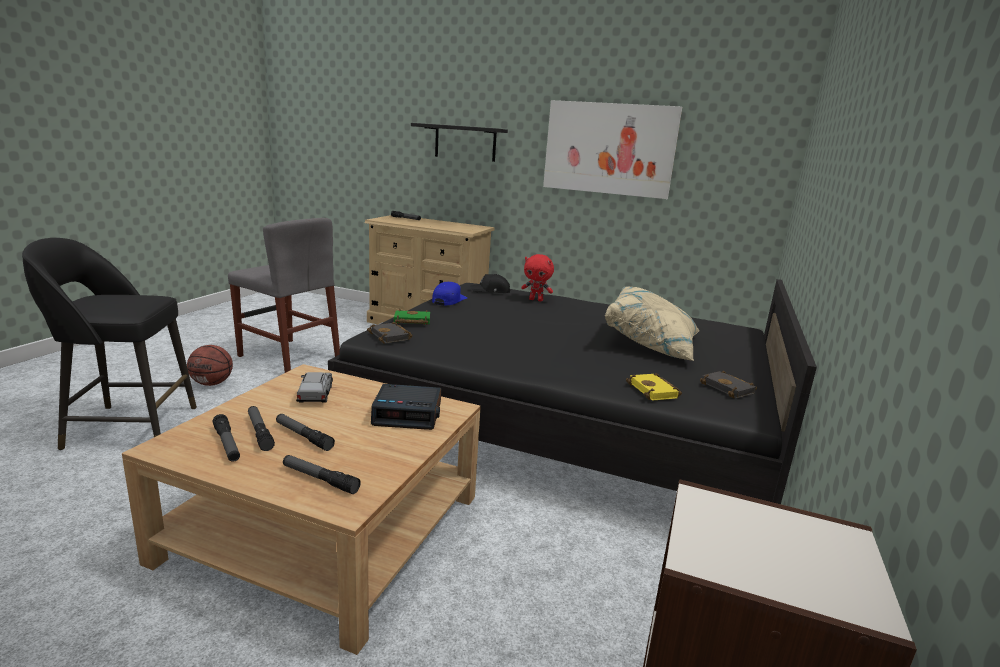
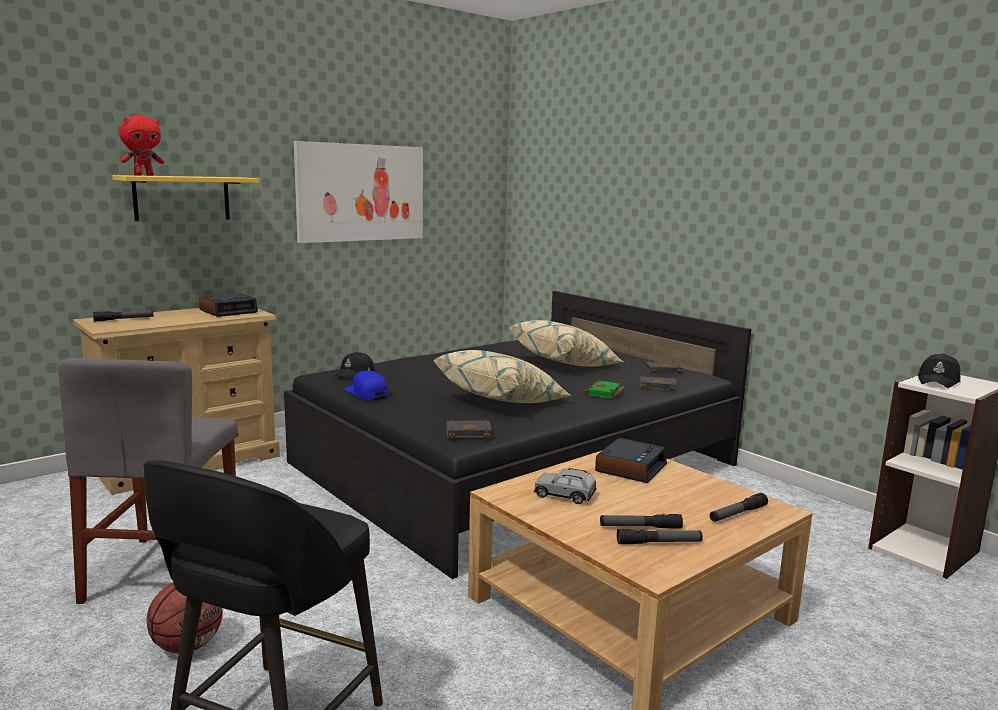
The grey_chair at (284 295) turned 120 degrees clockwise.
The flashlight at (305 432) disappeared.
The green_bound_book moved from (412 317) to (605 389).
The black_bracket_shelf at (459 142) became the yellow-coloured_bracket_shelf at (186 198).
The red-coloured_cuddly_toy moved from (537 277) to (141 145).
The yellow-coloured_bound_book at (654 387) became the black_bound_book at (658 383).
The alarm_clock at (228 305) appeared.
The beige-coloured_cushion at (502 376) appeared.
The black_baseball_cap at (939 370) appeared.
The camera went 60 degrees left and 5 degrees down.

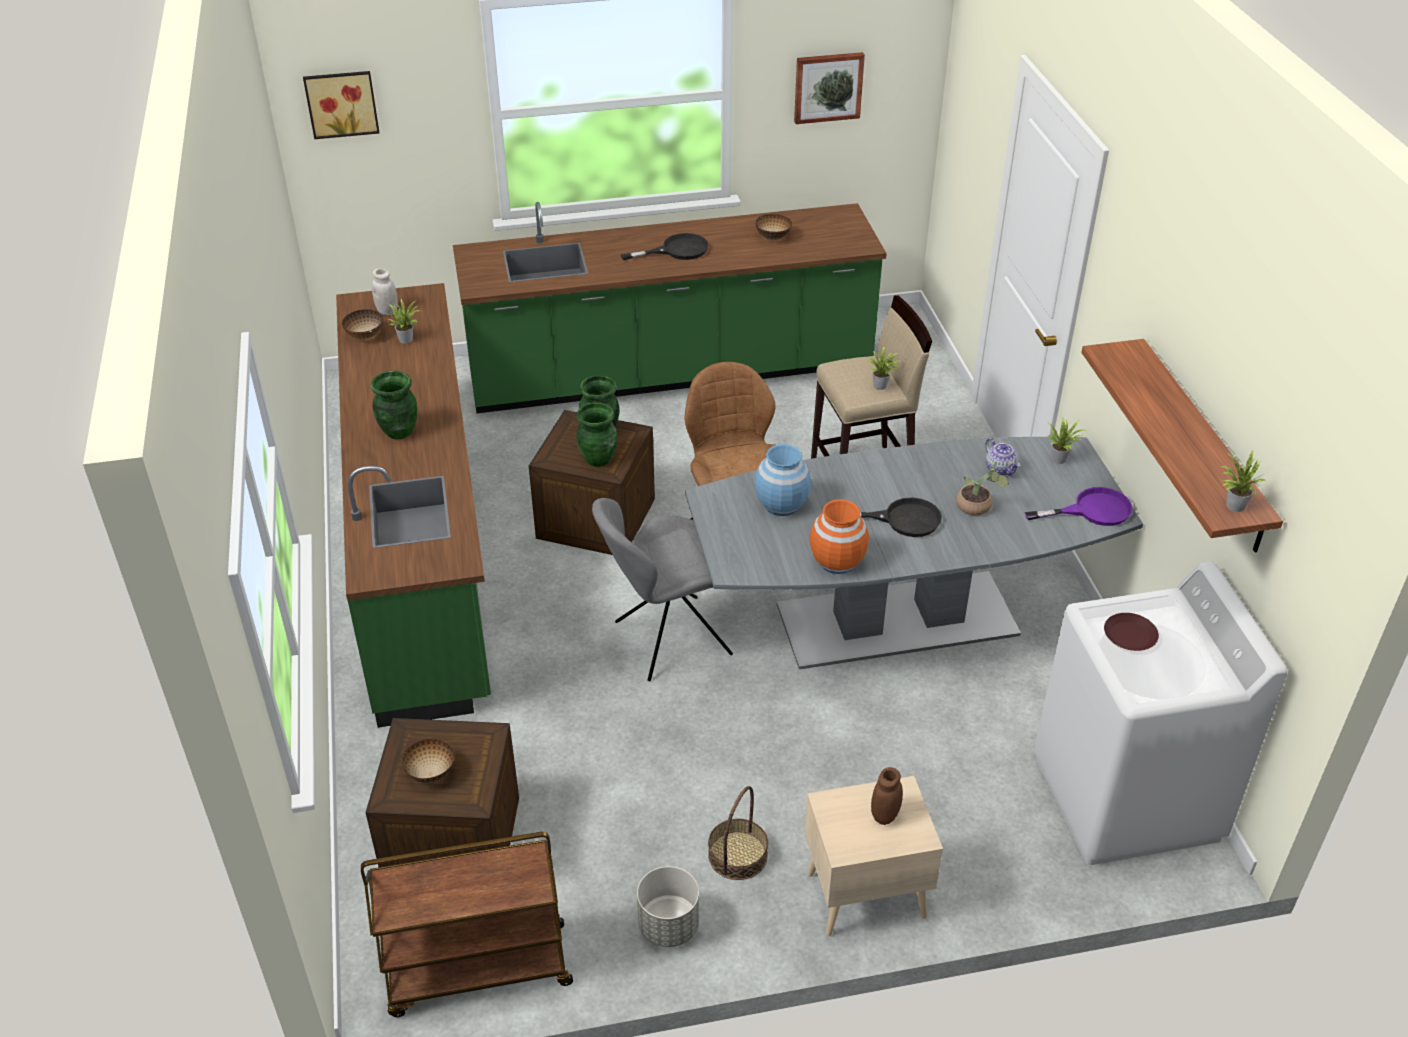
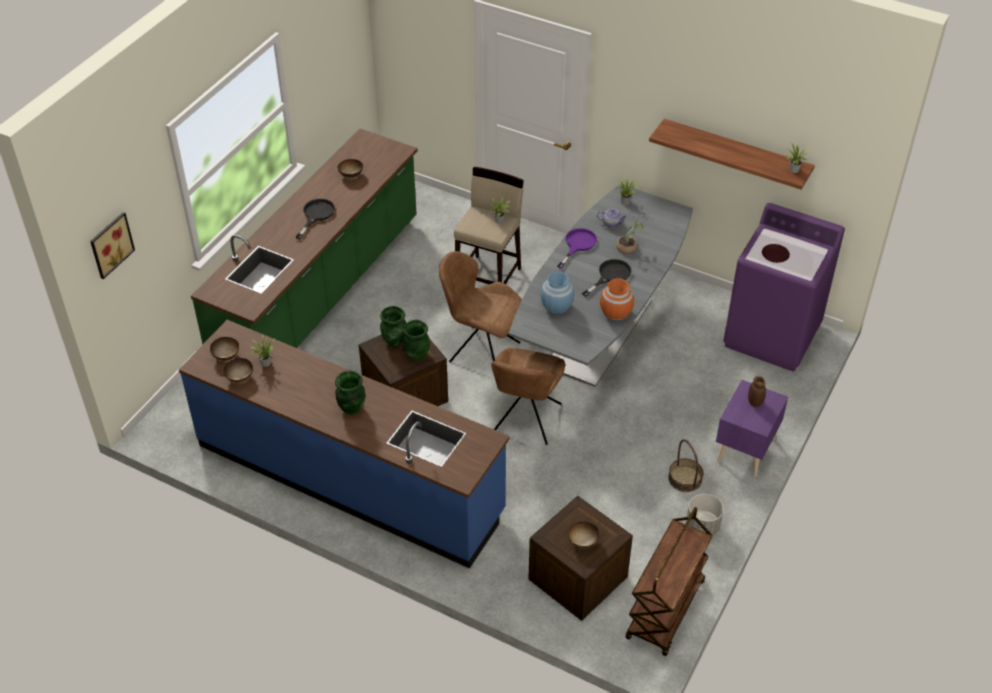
The green_kitchen_counter at (413 505) became the blue_kitchen_counter at (344 444).
The whitish_preserve_jar at (385 291) was replaced by the bowl at (224 349).
The grey_chair at (662 589) became the brown-coloured_chair at (528 396).
The wall_art at (829 88) disappeared.
The beige-coloured_bedside_table at (874 856) became the purple_bedside_table at (752 428).
The purple_frying_pan moved from (1079 506) to (577 248).
The whitish_laundry_machine at (1161 713) became the purple_laundry_machine at (784 287).
The camera went 50 degrees left and 5 degrees up.

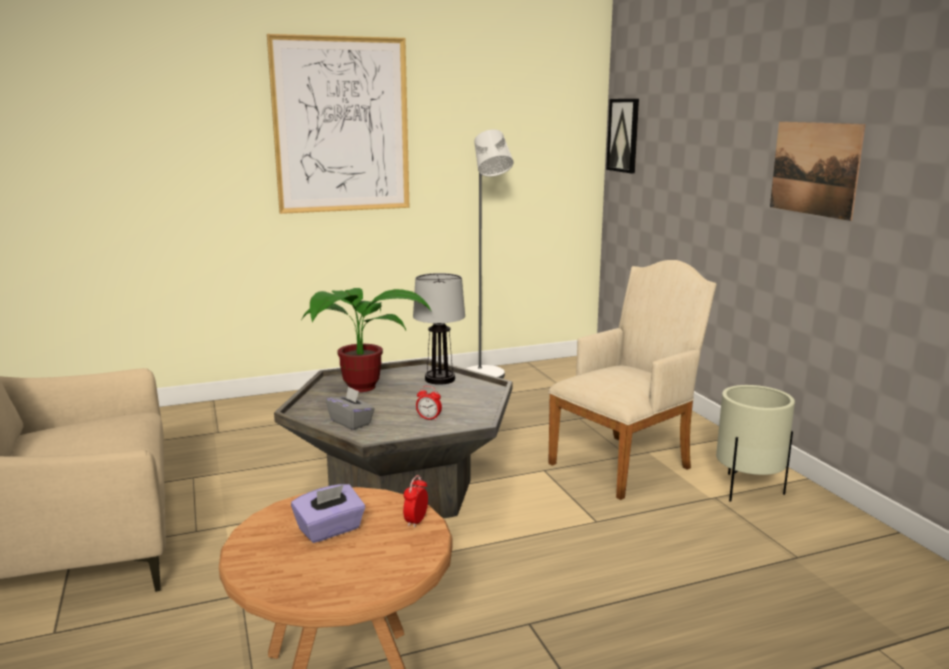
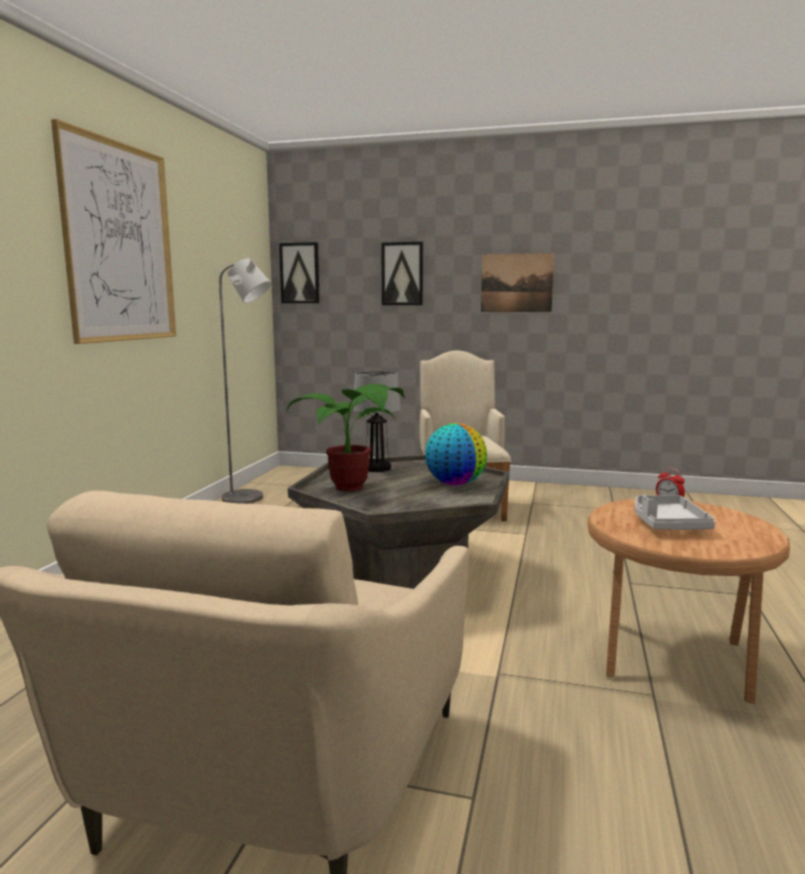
The purple_box_of_tissues at (328 513) was replaced by the grey_carrying_tray at (675 512).
The grey_box_of_tissues at (350 408) disappeared.
The alarm_clock at (429 403) was replaced by the globe at (456 454).
The beige-coloured_flower_pot at (755 443) disappeared.
The wall_art at (402 273) appeared.
The camera went 55 degrees left and 5 degrees down.

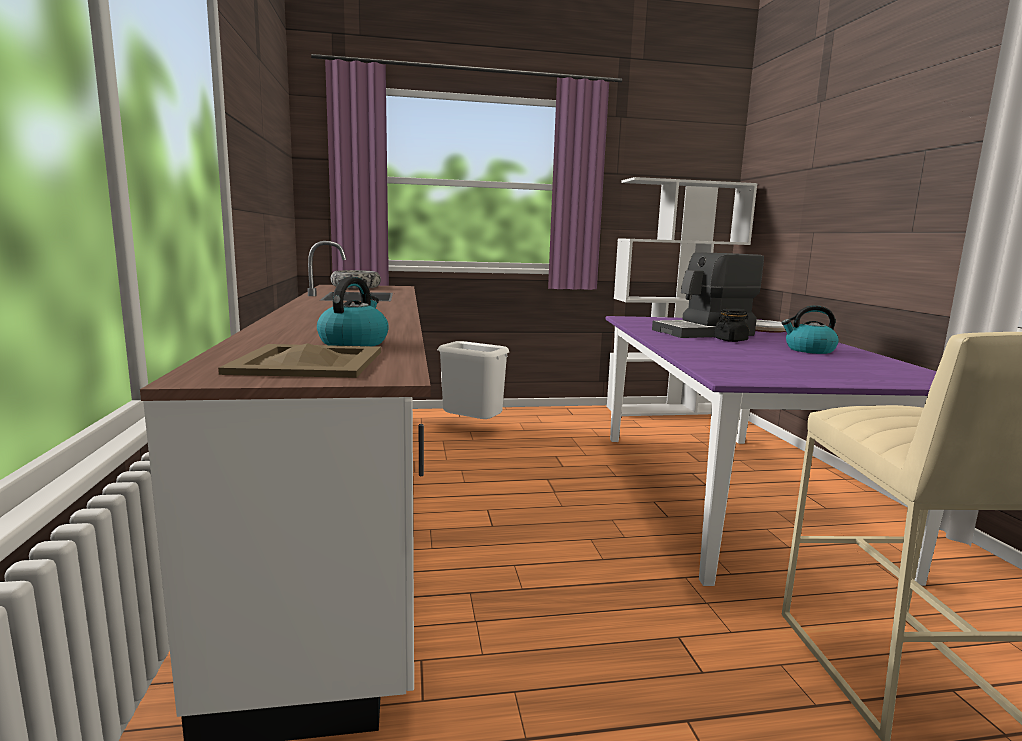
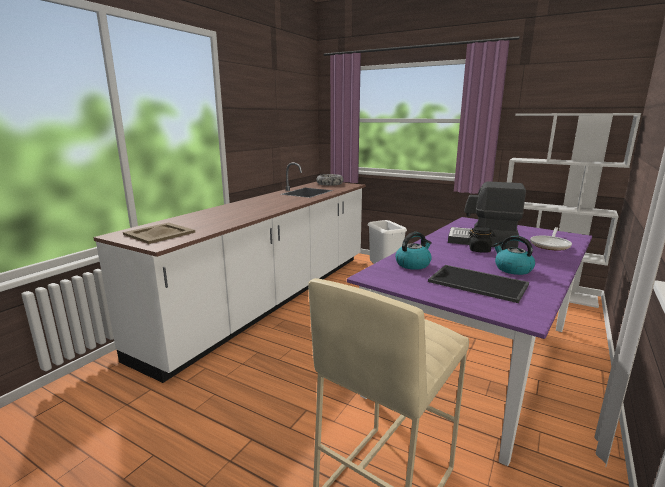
The tea_kettle moved from (353 311) to (413 251).
The carrying_tray at (478 284) appeared.
The camera went 40 degrees right and 5 degrees up.

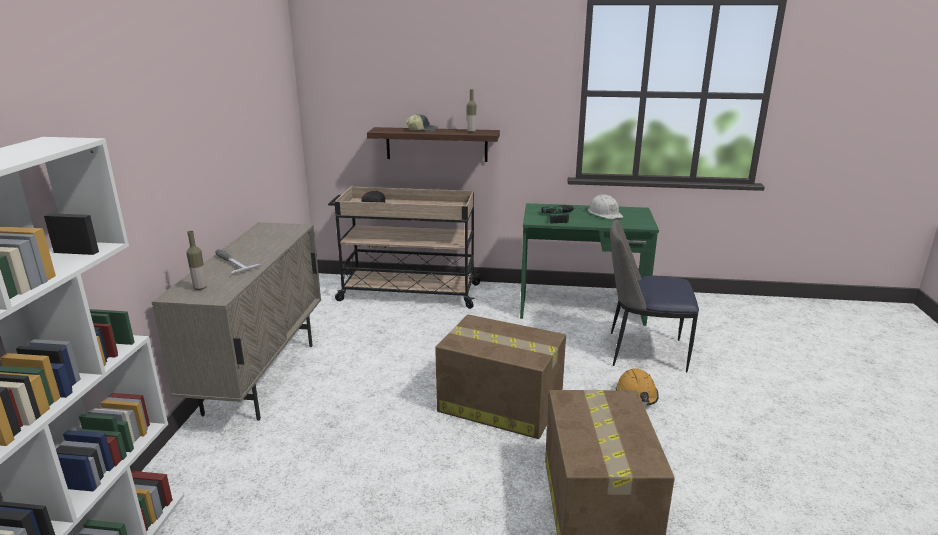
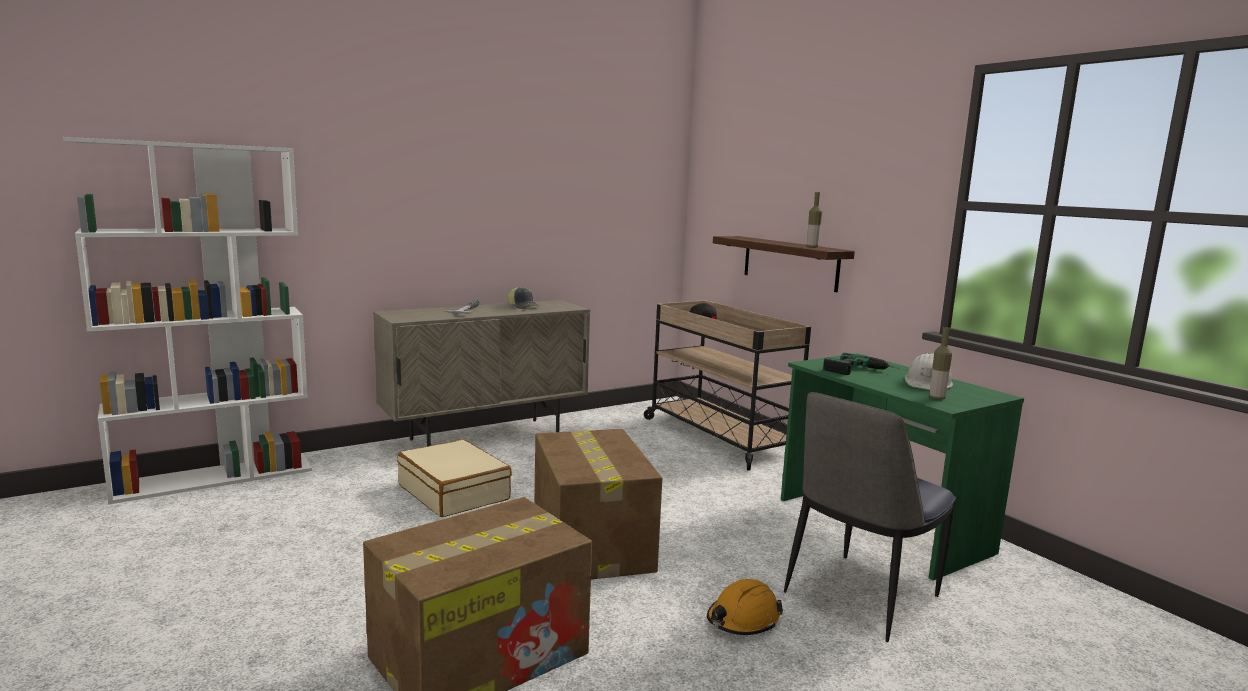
The drink_bottle moved from (196 260) to (940 363).
The baseball_cap moved from (422 123) to (523 297).
The chair at (654 295) turned 105 degrees counterclockwise.
The beige-coloured_suitcase at (454 478) appeared.
The camera went 50 degrees right and 10 degrees down.

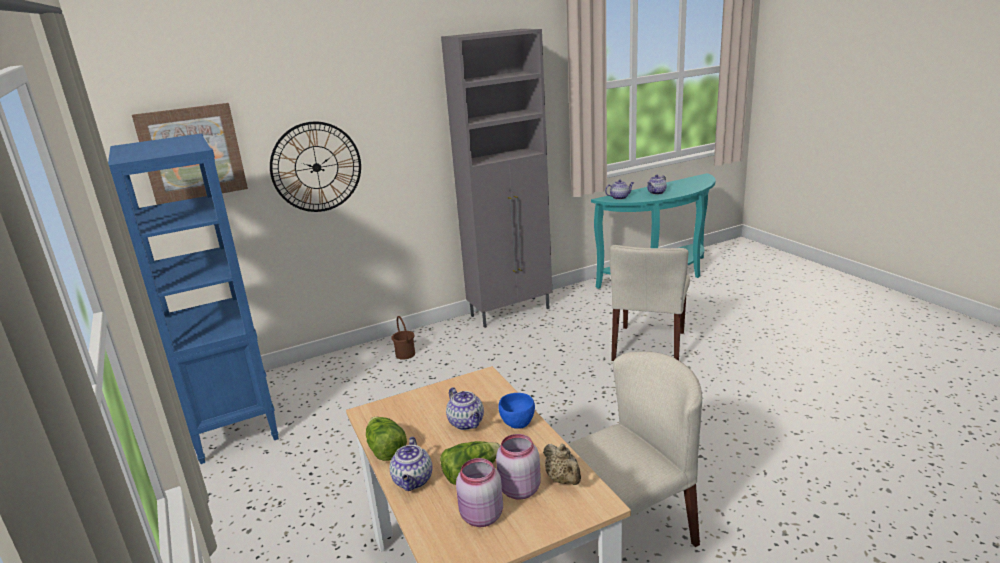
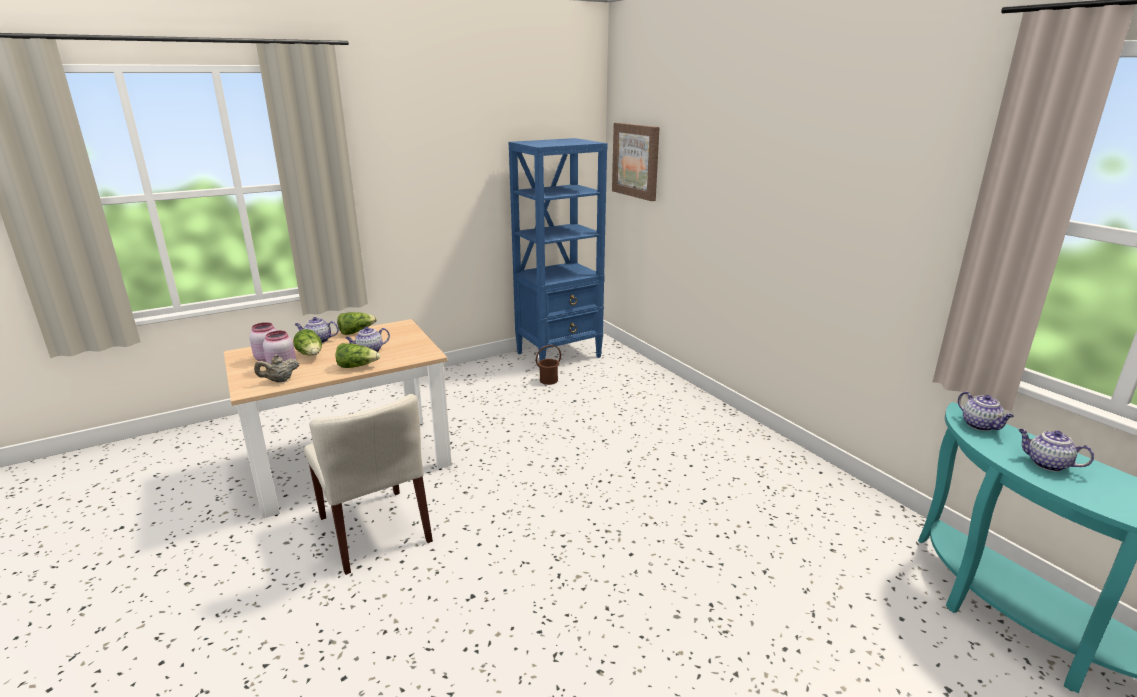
The wall_clock at (315 167) disappeared.
The brown-coloured_water_bucket moved from (403 338) to (548 365).
The grey_storage_cabinet at (496 178) disappeared.
The blue_bowl at (516 411) was replaced by the lettuce at (358 355).
The beige-coloured_chair at (650 303) disappeared.
The camera went 85 degrees right and 0 degrees up.

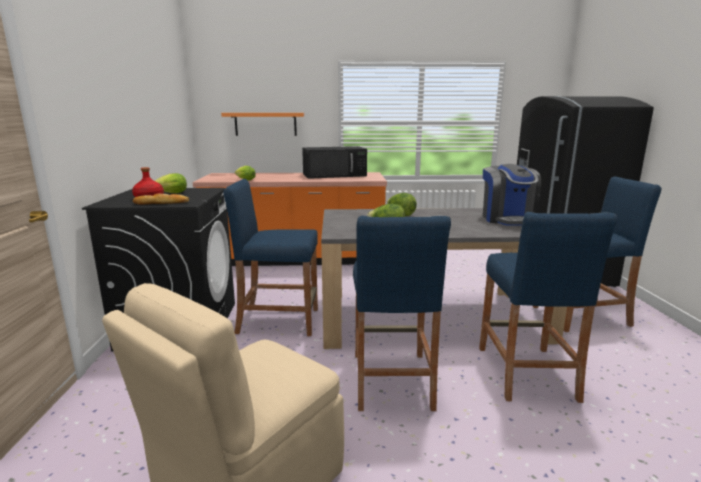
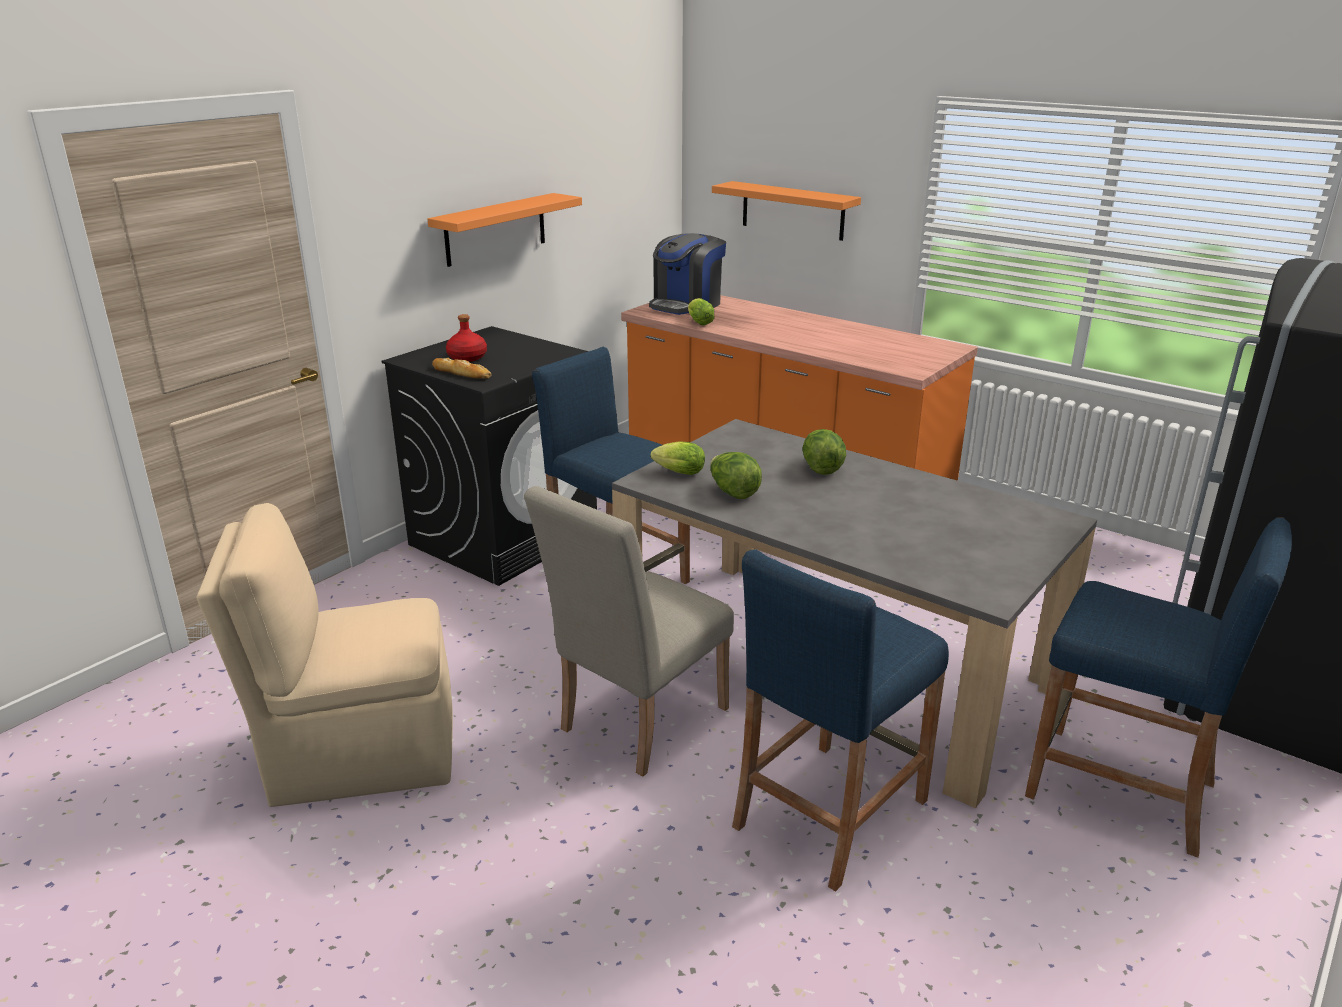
The lettuce moved from (171 183) to (678 458).
The black_microwave at (334 162) disappeared.
The blue_sitting_stool at (402 313) was replaced by the beige-coloured_chair at (629 631).
The coffee_machine moved from (512 195) to (687 274).
The orangey_bracket_shelf at (505 230) appeared.
The camera went 40 degrees right and 10 degrees up.

